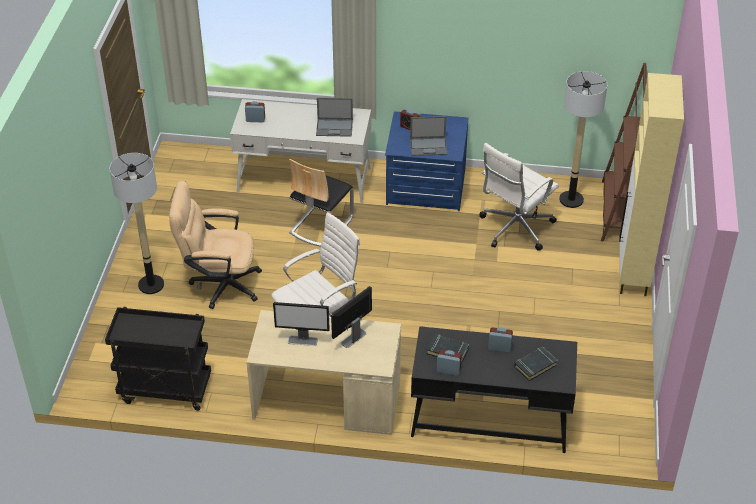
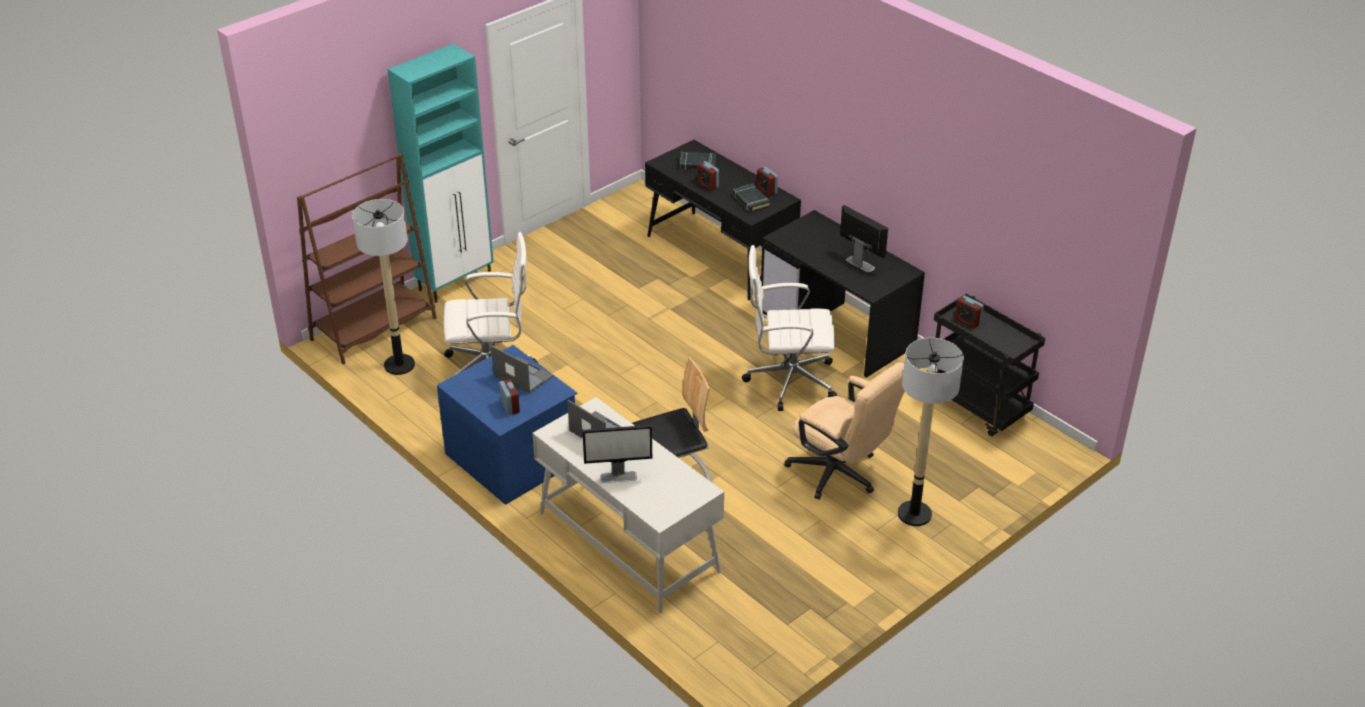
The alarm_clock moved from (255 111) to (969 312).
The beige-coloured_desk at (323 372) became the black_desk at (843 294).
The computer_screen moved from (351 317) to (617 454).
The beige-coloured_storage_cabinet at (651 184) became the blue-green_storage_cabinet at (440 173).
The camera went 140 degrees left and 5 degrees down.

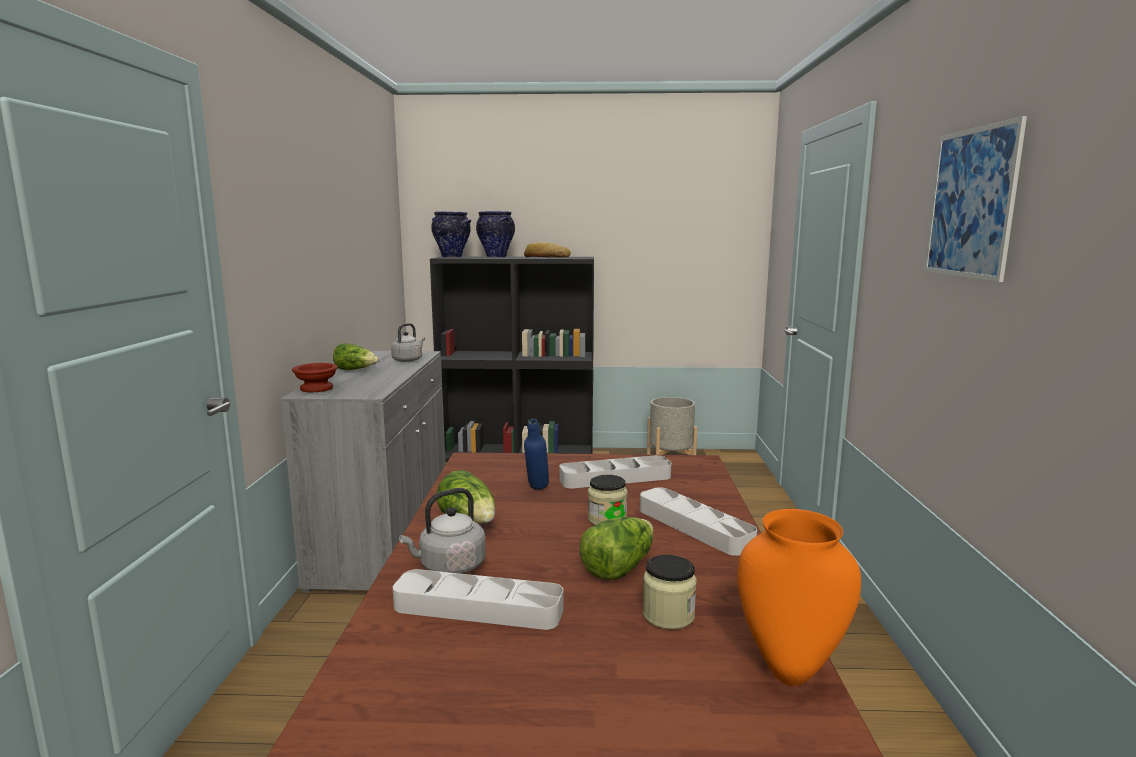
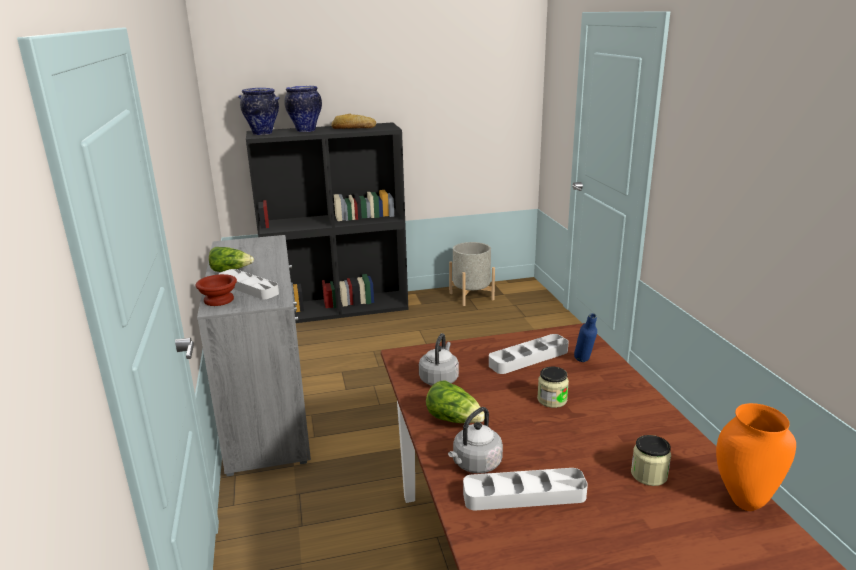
The grey_tea_kettle moved from (408 342) to (439 359).
The blue_drink_bottle moved from (536 454) to (585 337).
The lettuce at (617 548) disappeared.
The grey_carrying_tray moved from (698 521) to (248 284).
The wall_art at (975 199) disappeared.
The camera went 15 degrees left and 10 degrees up.

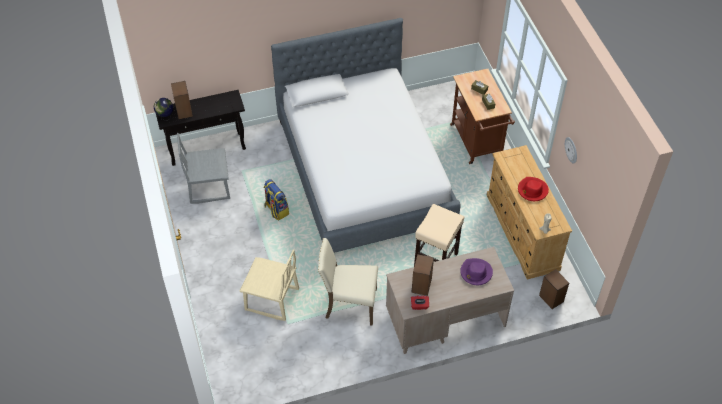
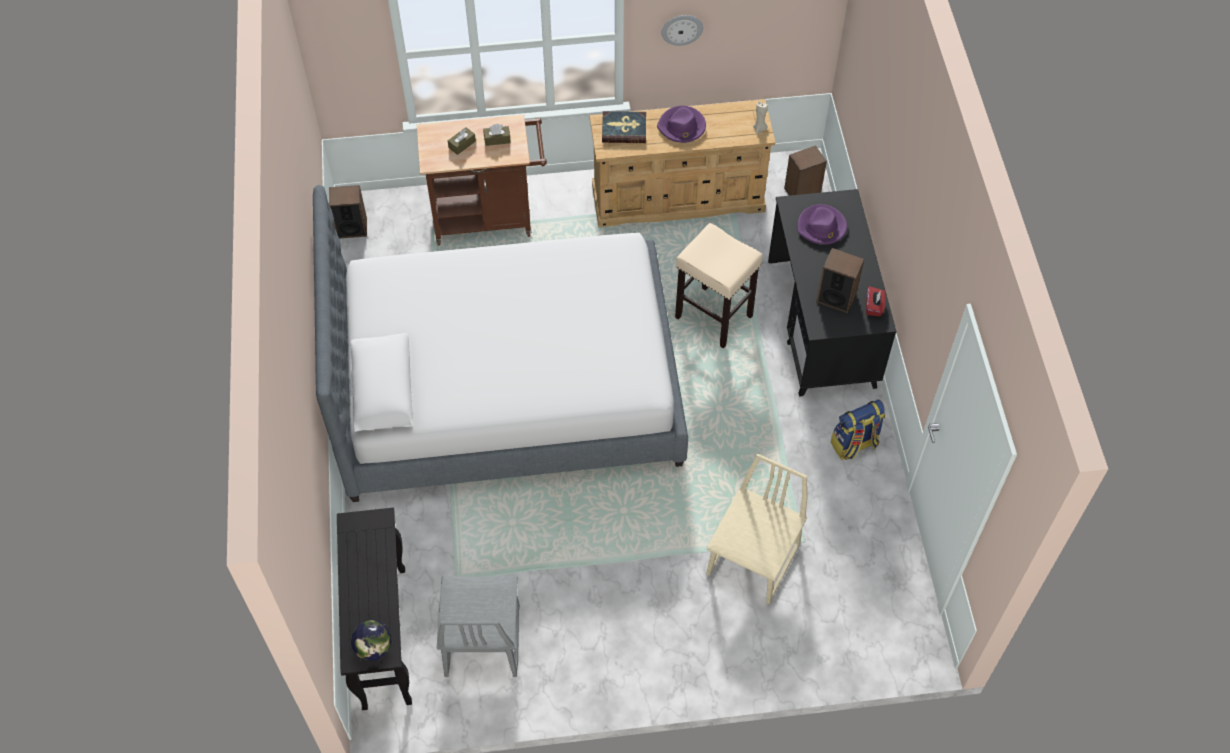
The speaker moved from (182 100) to (348 212).
The knapsack moved from (276 199) to (858 429).
The beige-coloured_chair at (348 282) disappeared.
The beige-coloured_desk at (450 300) became the black_desk at (832 293).
The red-coloured_wearable_hat at (533 189) became the purple_wearable_hat at (681 124).
The bound_book at (624 127) appeared.
The camera went 80 degrees left and 5 degrees up.

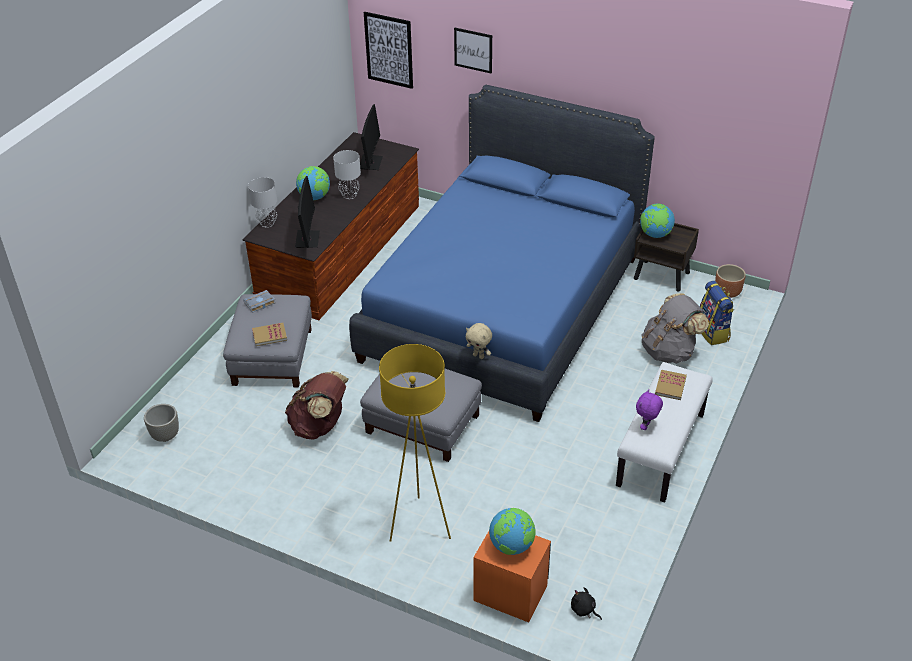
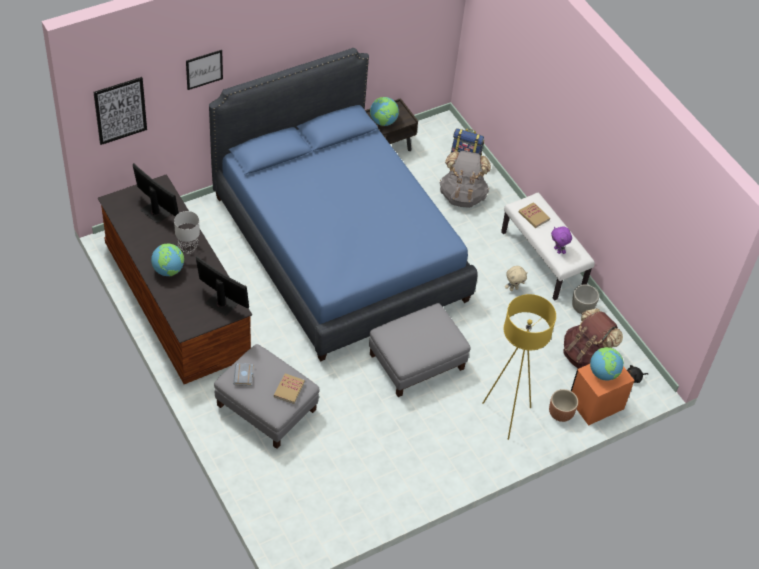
The grey_flower_pot moved from (161 423) to (585 299).
The grey_tabletop_lamp at (262 202) disappeared.
The brown-coloured_knapsack moved from (316 405) to (593 338).
The beige-coloured_cuddly_toy moved from (479 341) to (516 278).
The brown-coloured_flower_pot moved from (730 281) to (563 405).
The camera went 60 degrees left and 10 degrees up.

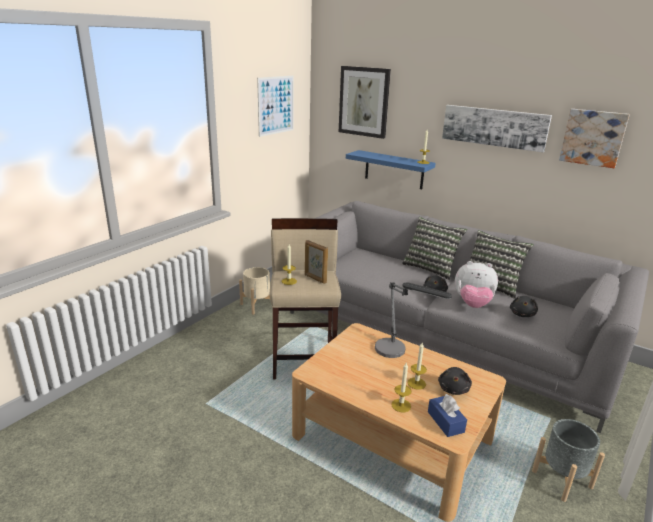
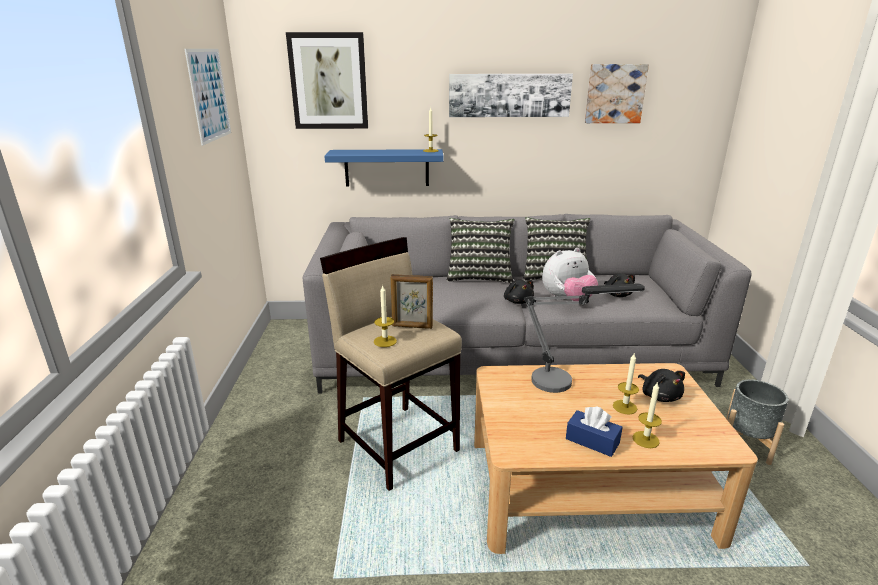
The beige-coloured_flower_pot at (256 291) disappeared.
The blue_box_of_tissues moved from (447 415) to (594 431).
The camera went 35 degrees left and 0 degrees up.

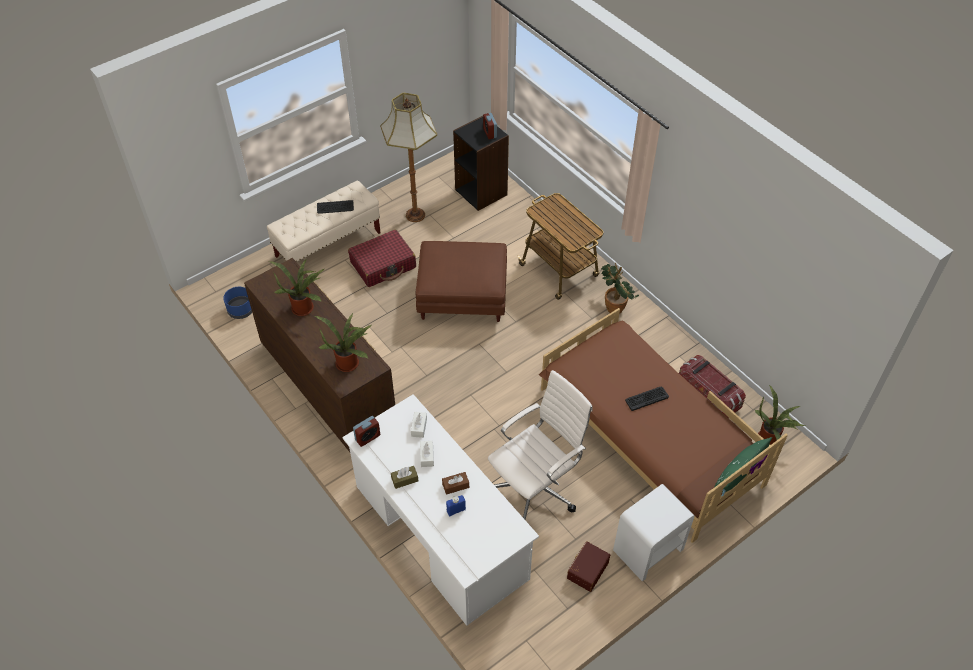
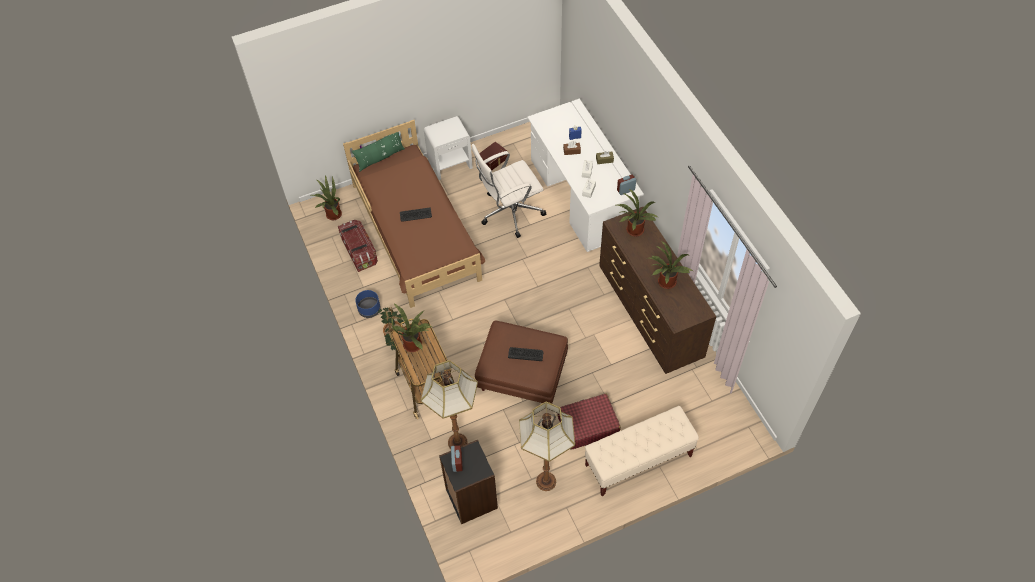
The blue_flower_pot moved from (237 303) to (368 304).
The keyboard moved from (335 207) to (525 354).
The plant_in_a_pot at (411 328) appeared.
The standard_lamp at (449 404) appeared.
The camera went 165 degrees left and 5 degrees up.

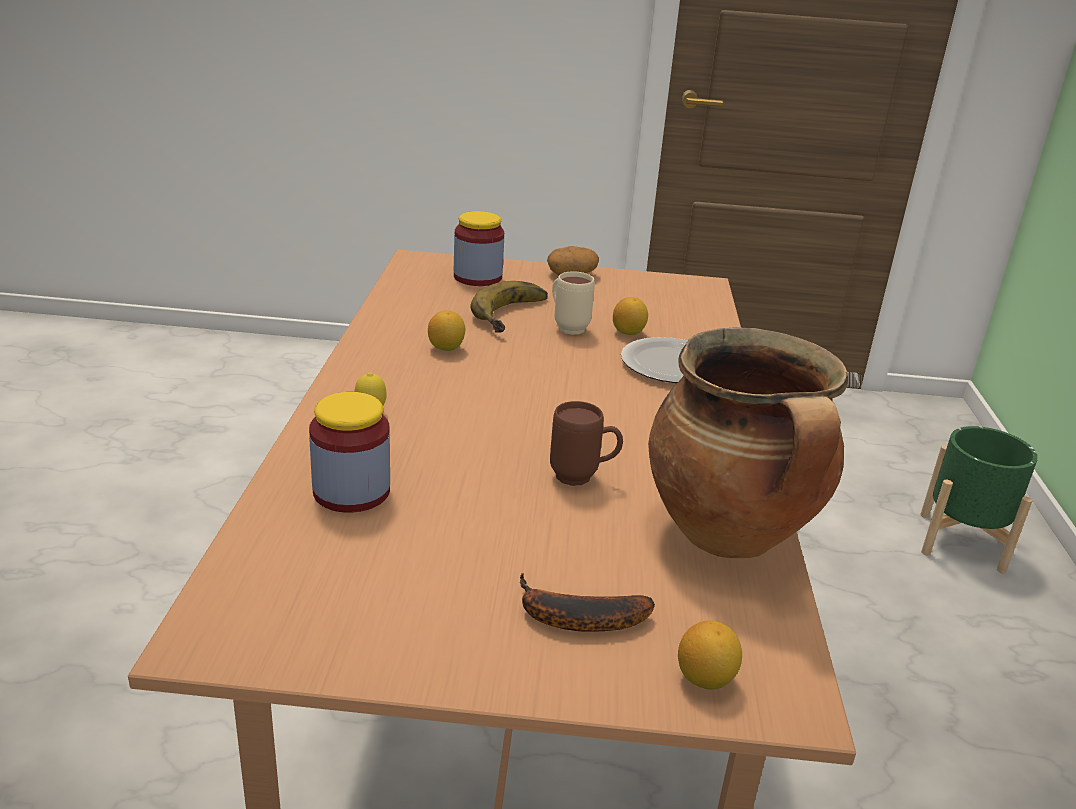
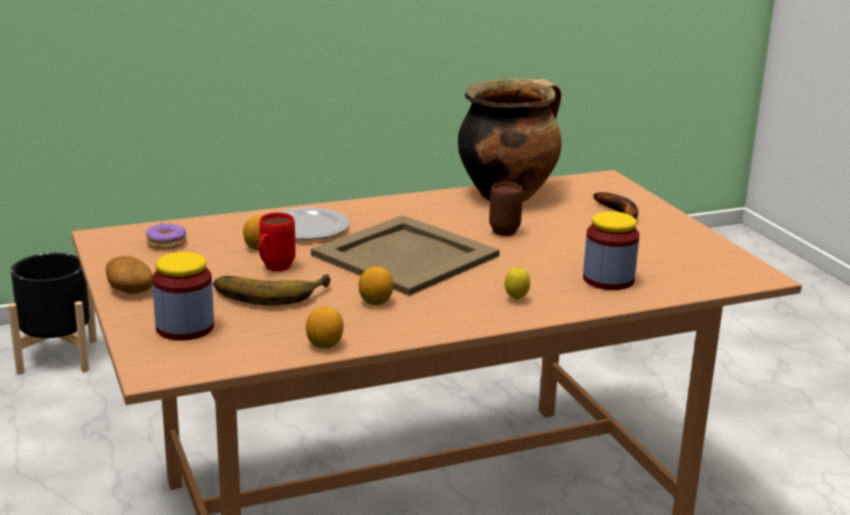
The beige-coloured_coffee_mug at (573 303) became the red-coloured_coffee_mug at (276 241).
The whole_lemon moved from (710 655) to (325 327).
The green_flower_pot at (979 499) became the black_flower_pot at (52 313).
The donut at (166 236) appeared.
The beige-coloured_carrying_tray at (405 255) appeared.
The camera went 115 degrees left and 5 degrees down.

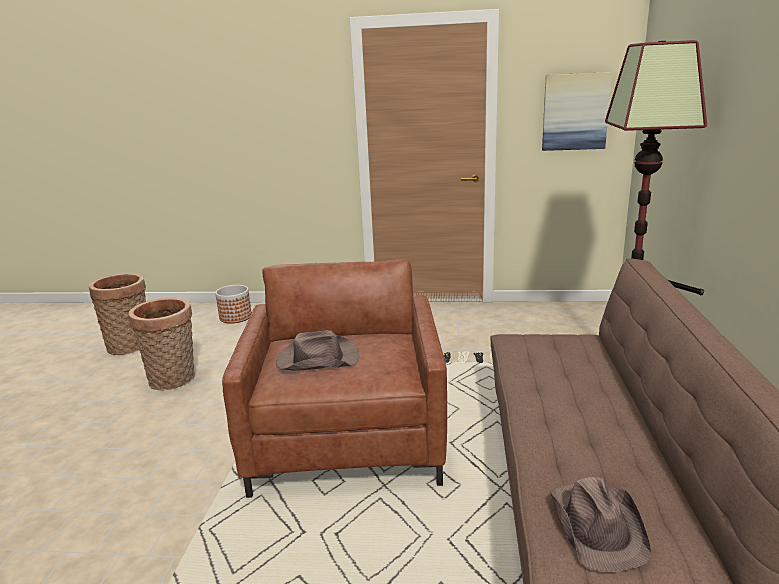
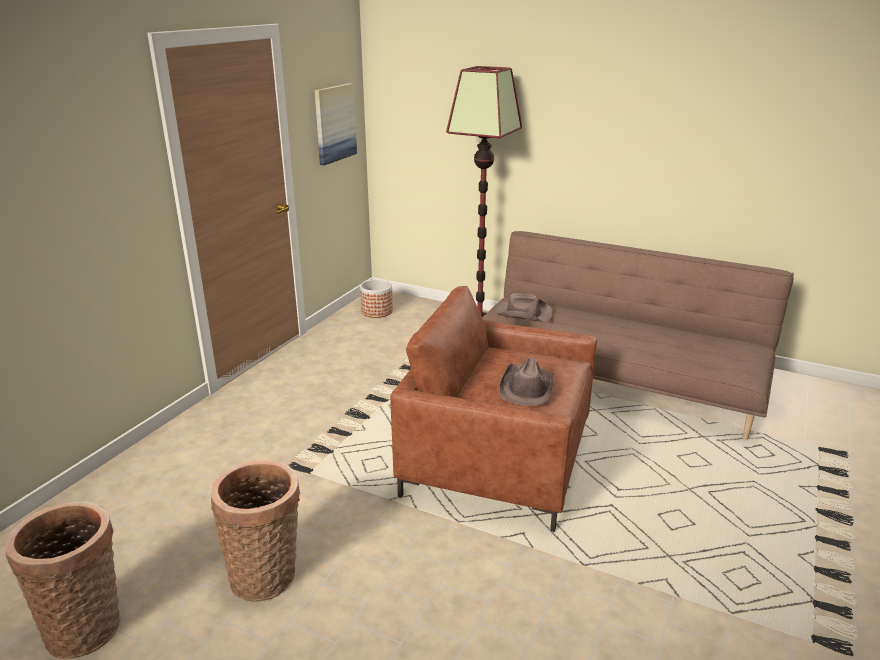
The flower_pot moved from (233 304) to (376 298).
The brown-coloured_wearable_hat moved from (601 524) to (524 307).
The camera went 70 degrees left and 5 degrees up.

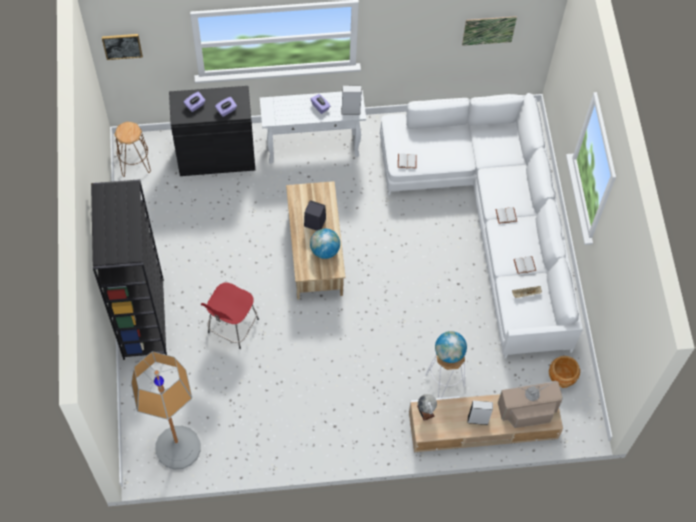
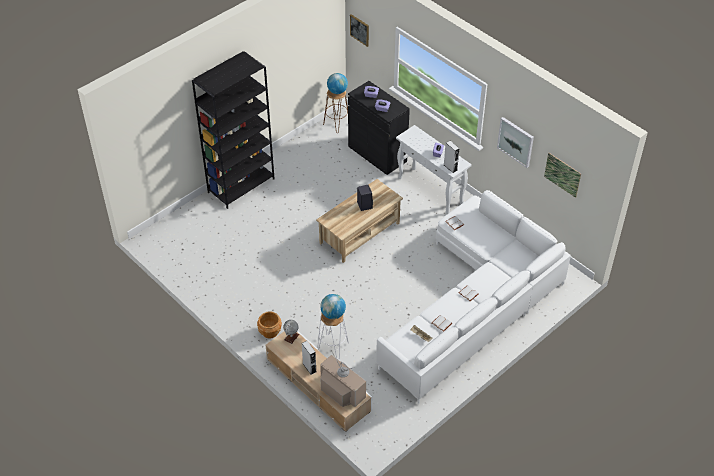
The standard_lamp at (166 410) disappeared.
The red-coloured_sitting_stool at (230 316) disappeared.
The globe moved from (325 244) to (337 83).
The brown-coloured_flower_pot moved from (564 372) to (269 325).
The wall_art at (515 142) appeared.
The camera went 55 degrees right and 15 degrees down.

